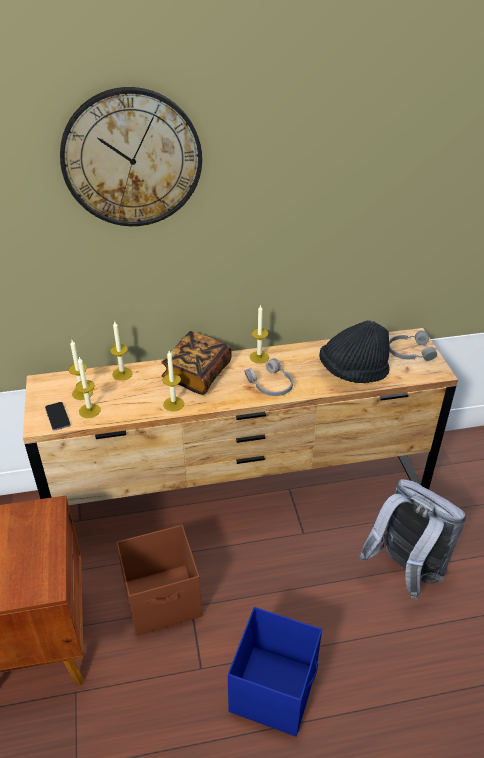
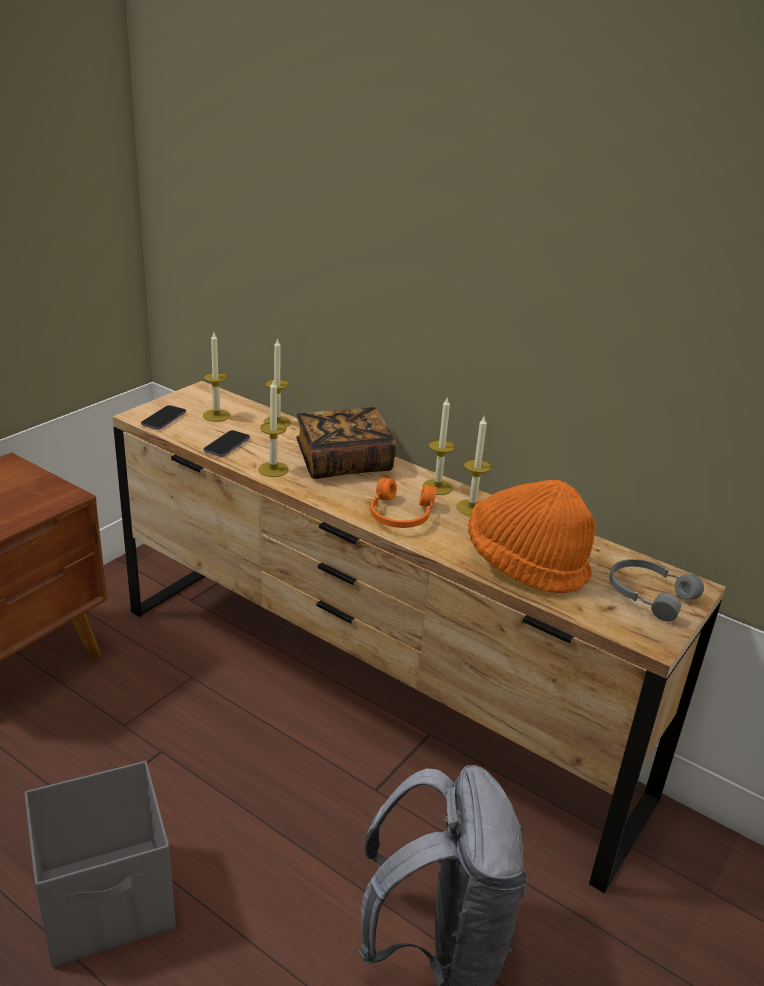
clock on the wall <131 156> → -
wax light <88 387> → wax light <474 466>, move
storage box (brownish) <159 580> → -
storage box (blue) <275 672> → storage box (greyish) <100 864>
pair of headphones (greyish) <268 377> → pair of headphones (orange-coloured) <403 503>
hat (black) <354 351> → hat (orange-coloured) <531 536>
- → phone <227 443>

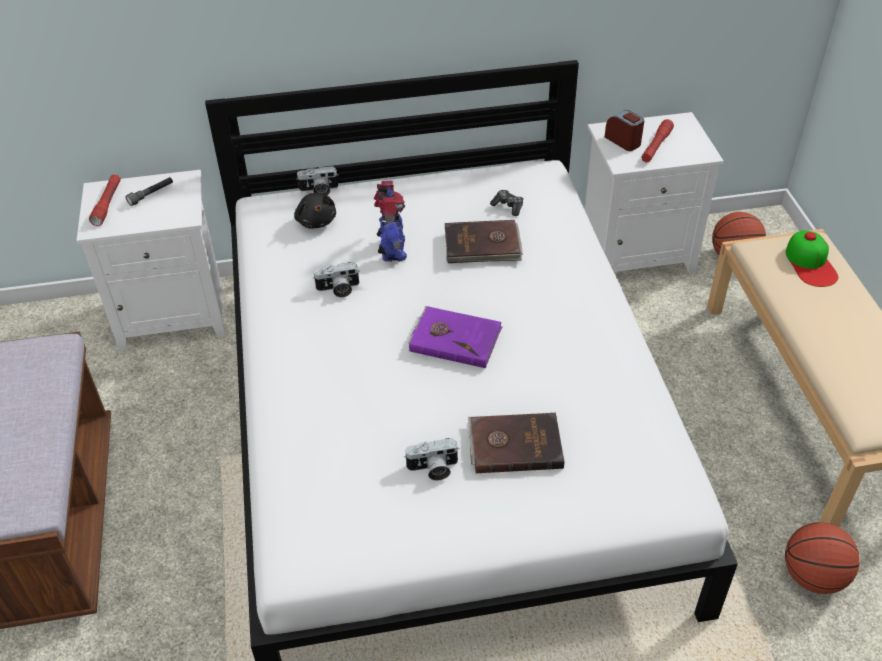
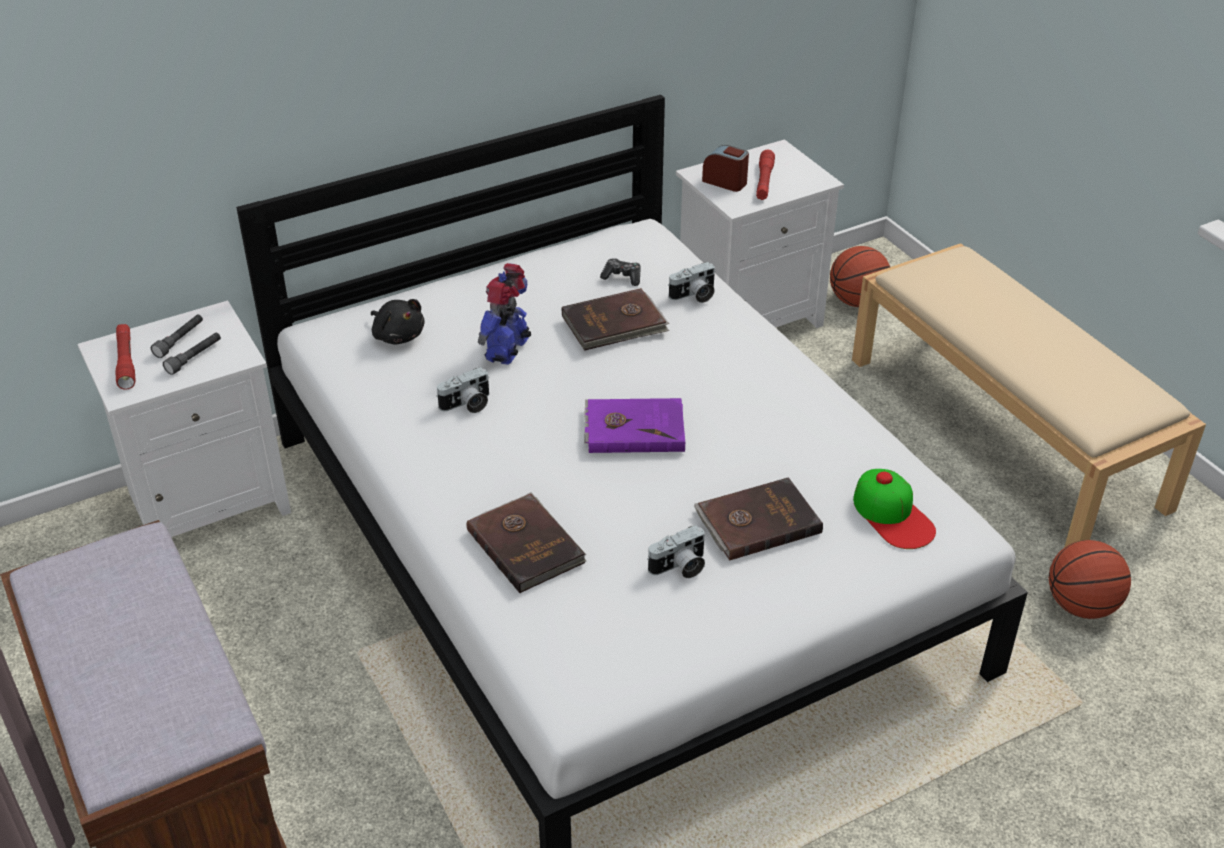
still camera <317 181> → still camera <691 282>, move
model robot <390 221> → model robot <504 314>, 135 degrees counterclockwise
peaked cap <812 258> → peaked cap <894 509>, move
- → hand torch (greyish) <192 354>
- → bound book (brownish) <526 542>

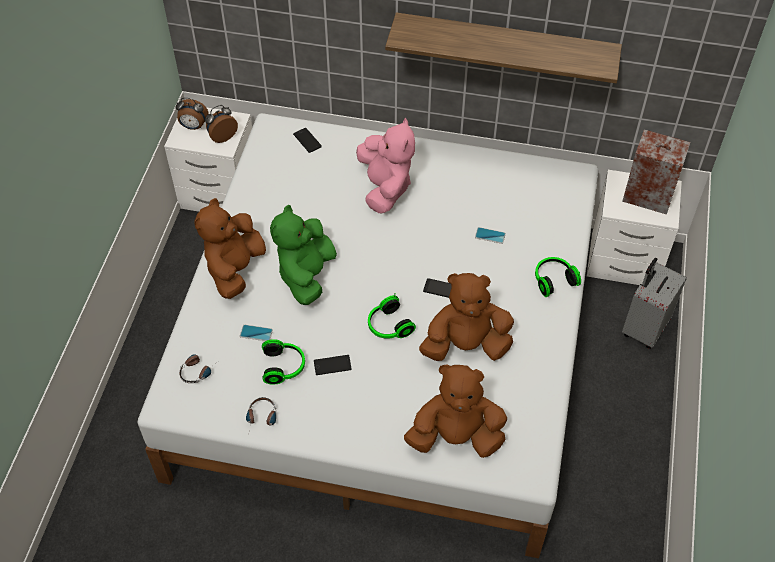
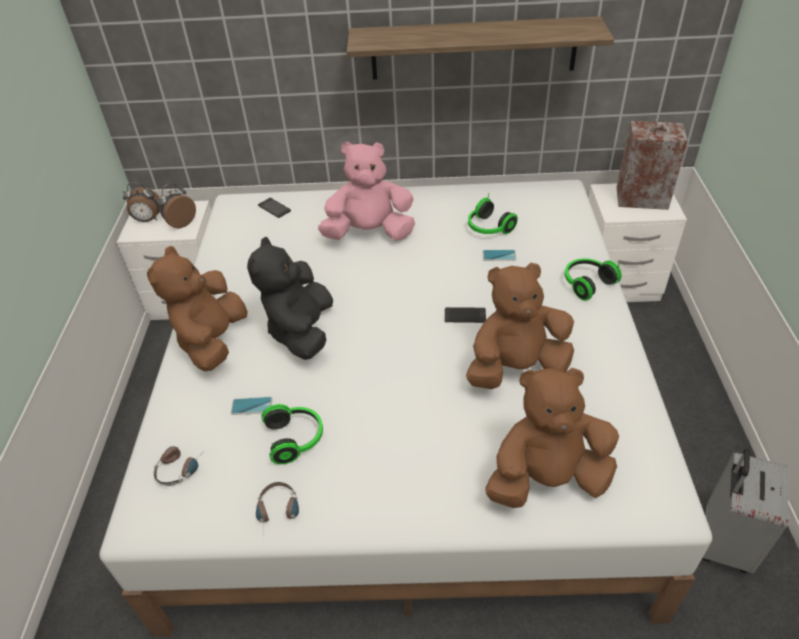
soft toy (greenish) <303 255> → soft toy (black) <290 298>
phone <333 365> → -
soft toy (pink) <385 165> → soft toy (pink) <366 191>, 75 degrees counterclockwise
pair of headphones <392 317> → pair of headphones <493 213>, move
suitcase (greyish) <654 303> → suitcase (greyish) <745 511>, move

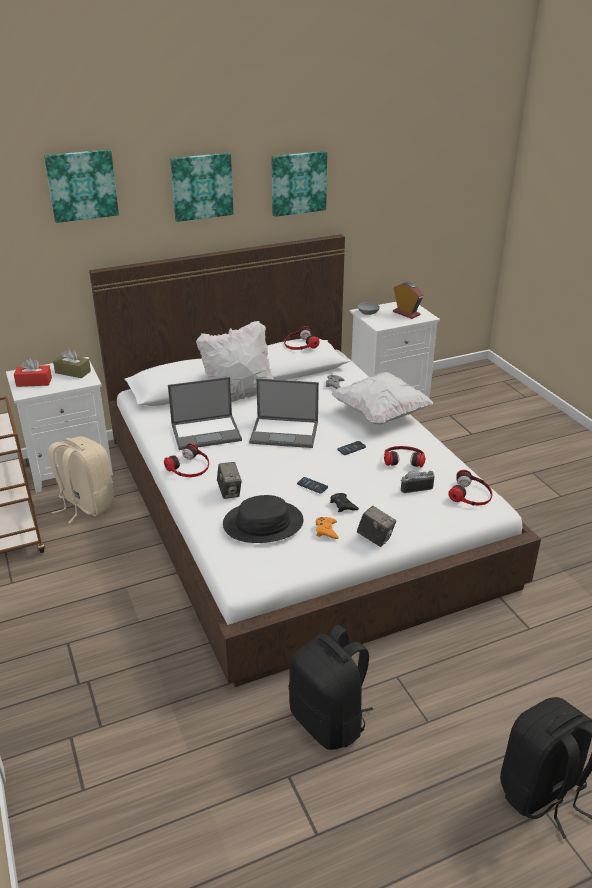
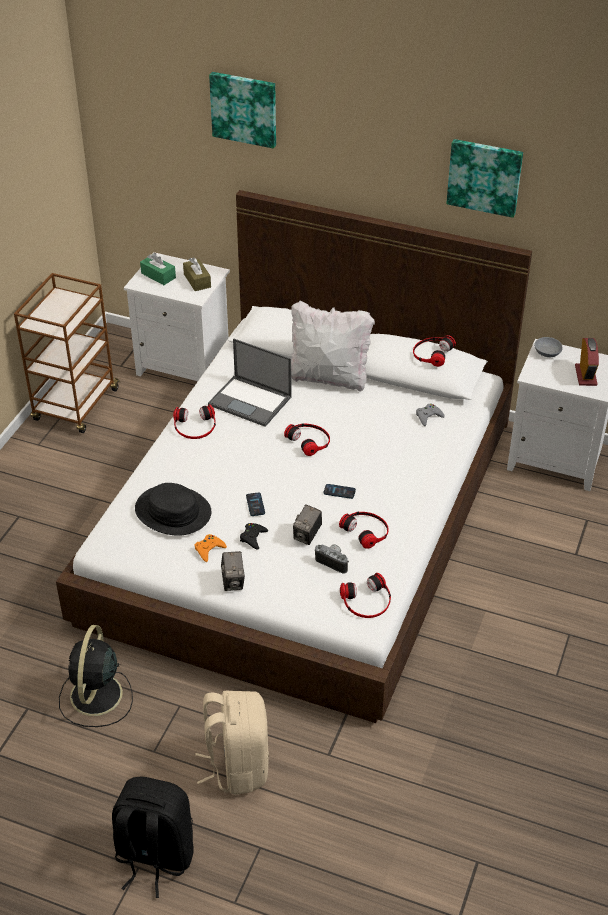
tissue holder (reddish) <33 372> → tissue holder (greenish) <158 269>
backpack (beige) <81 479> → backpack (beige) <232 742>, move
picture <202 187> → -
still camera <229 480> → still camera <307 525>, move
portable computer <284 413> → pair of headphones <307 439>
backpack (black) <331 687> → fan (black) <96 676>
cushion (white-coloured) <382 398> → -

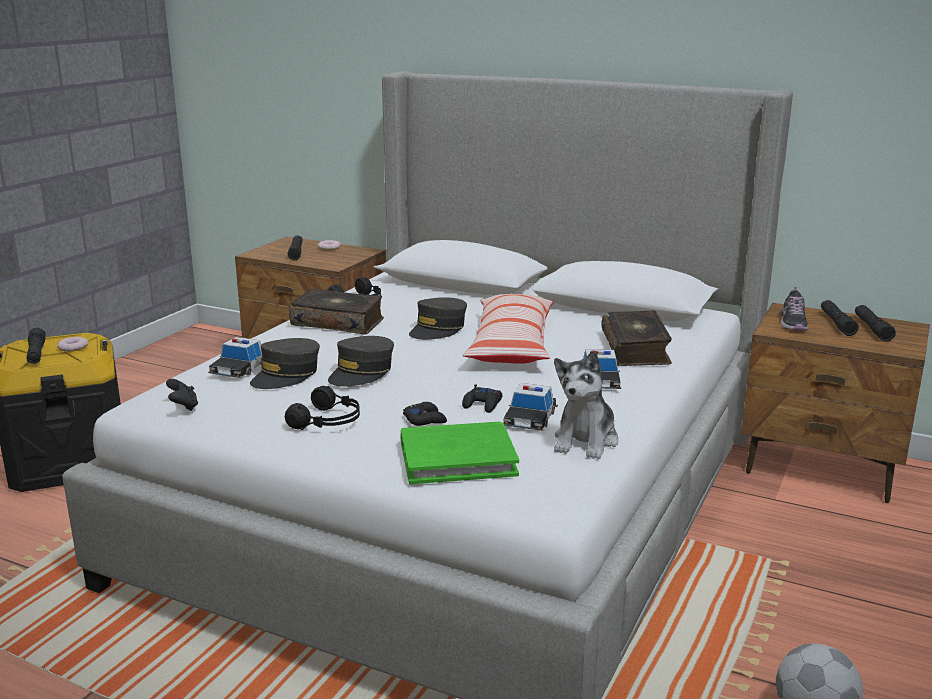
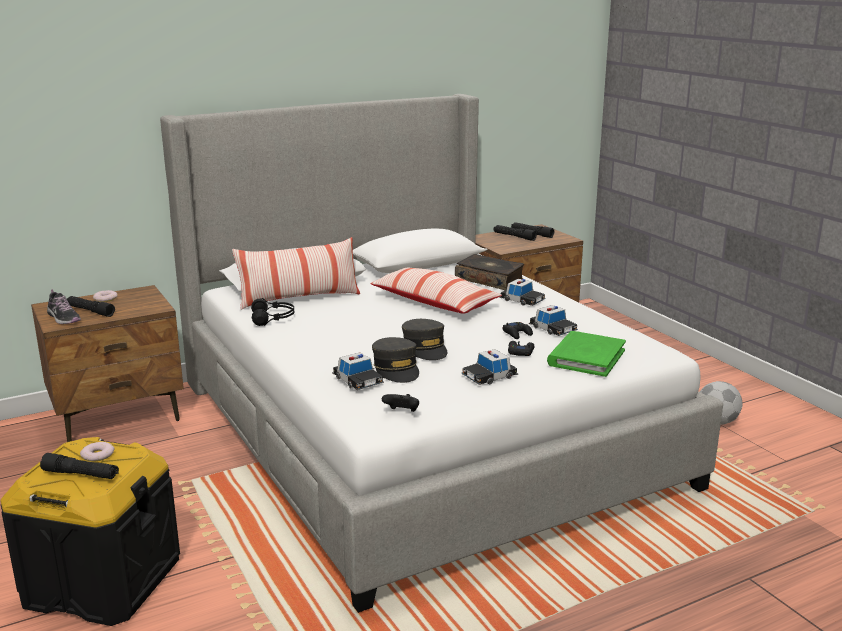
pair of headphones (black) <322 408> → miniature car <490 367>
bound book <336 312> → -
peaked cap (greyish) <438 318> → -
soft toy <586 404> → -
item of footwear <794 308> → item of footwear <64 306>, move
- → cushion <296 273>

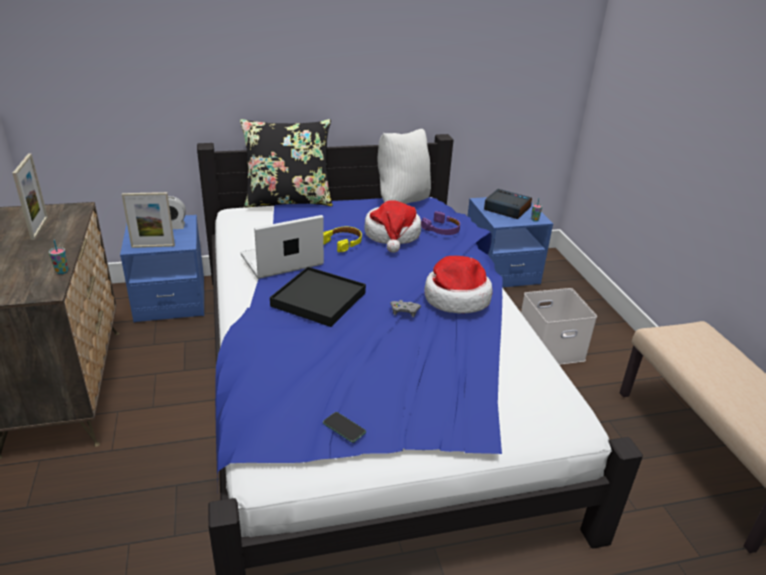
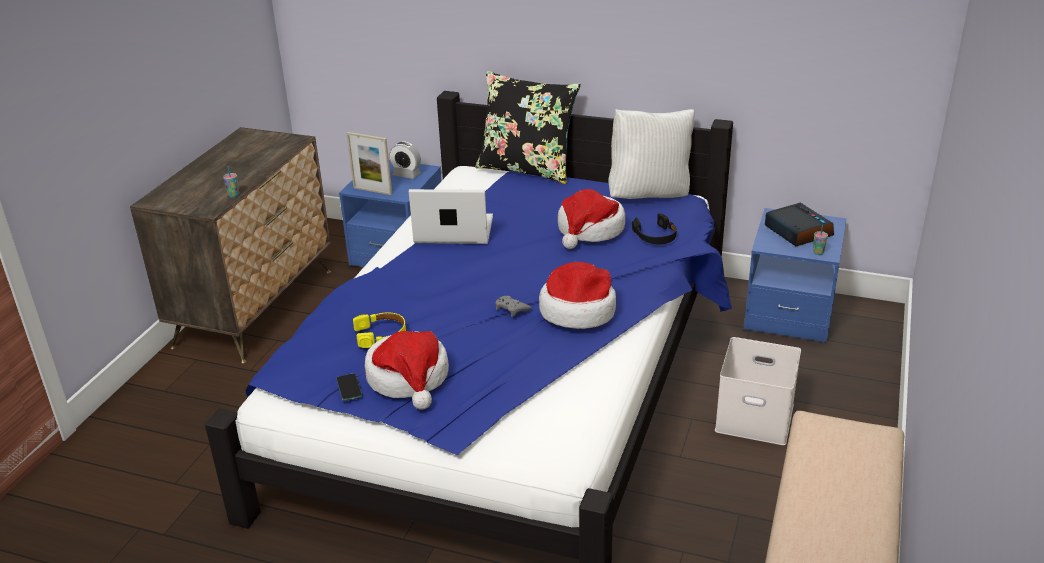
standing frame <30 197> → -
tray (black) <318 297> → -
pair of headphones (yellow-coloured) <343 239> → pair of headphones (yellow-coloured) <379 330>, move
pair of headphones (purple-coloured) <440 223> → pair of headphones (black) <654 229>
- → hat <407 370>

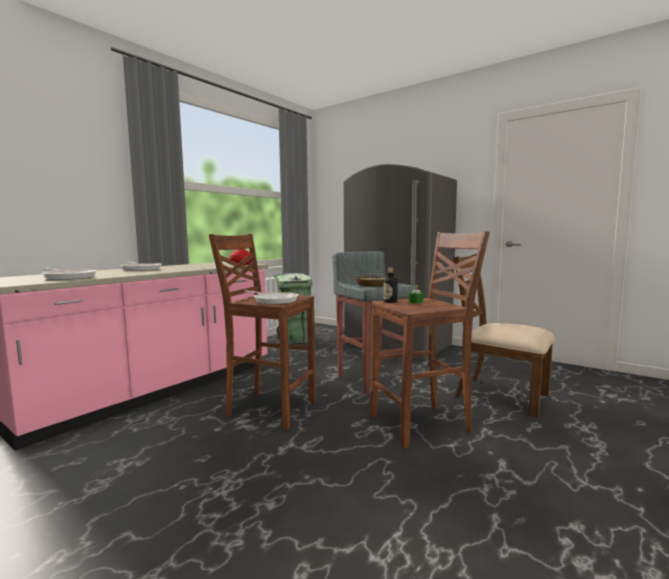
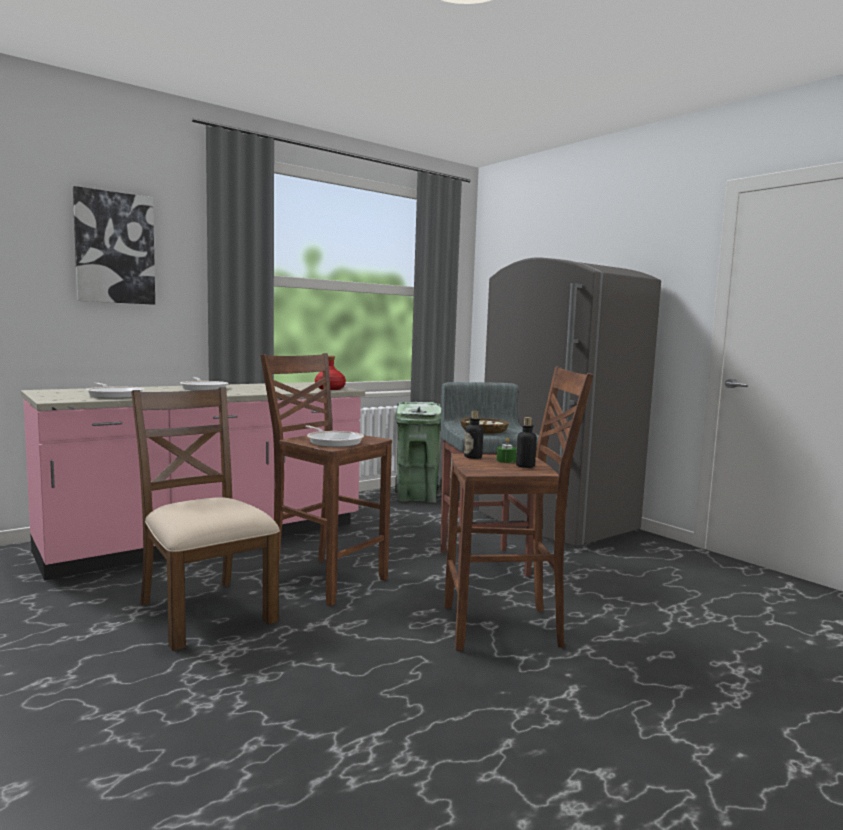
chair (brownish) <504 336> → chair (brownish) <205 519>, move
- → picture <114 245>
- → drink bottle <526 442>

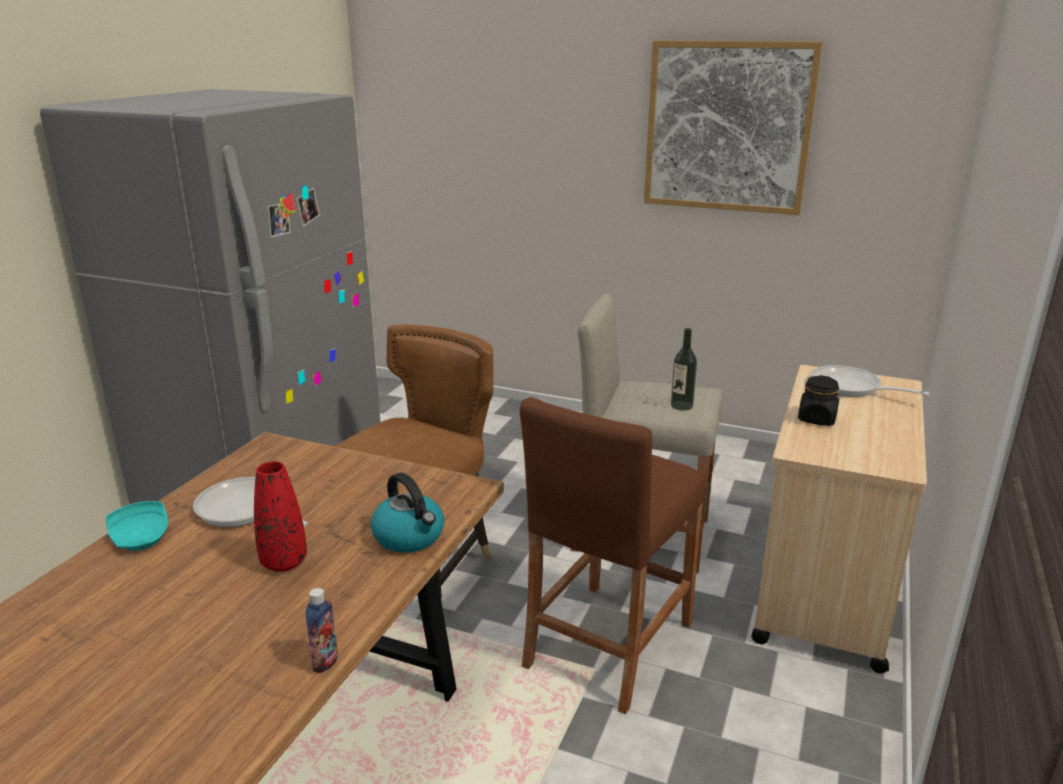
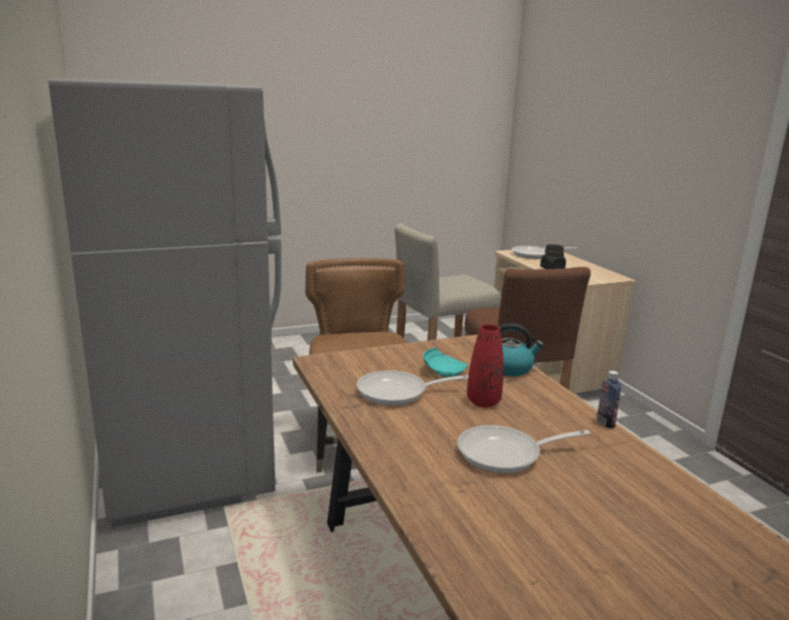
plate (turquoise) <137 526> → plate (turquoise) <445 362>, move
picture <733 127> → -
drink bottle <684 369> → -
- → skillet <523 449>

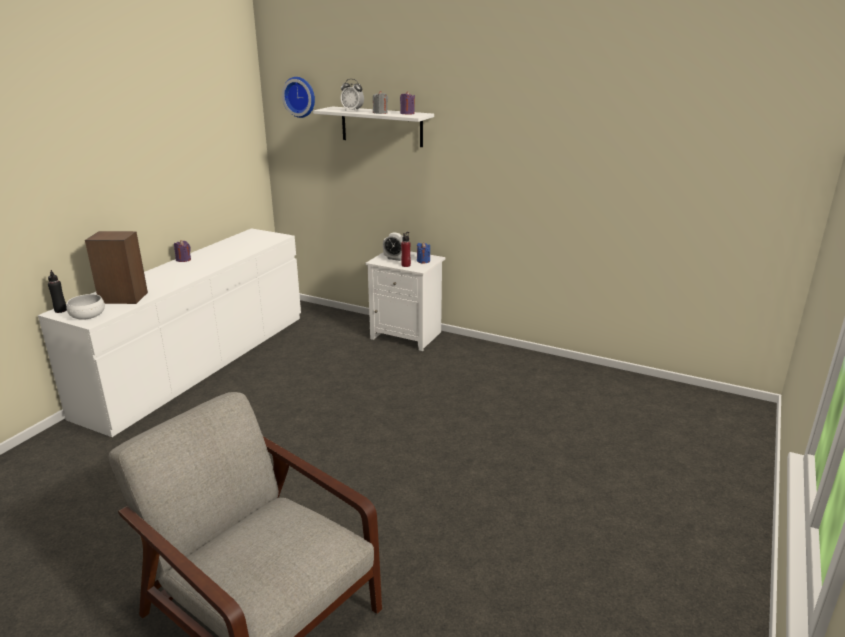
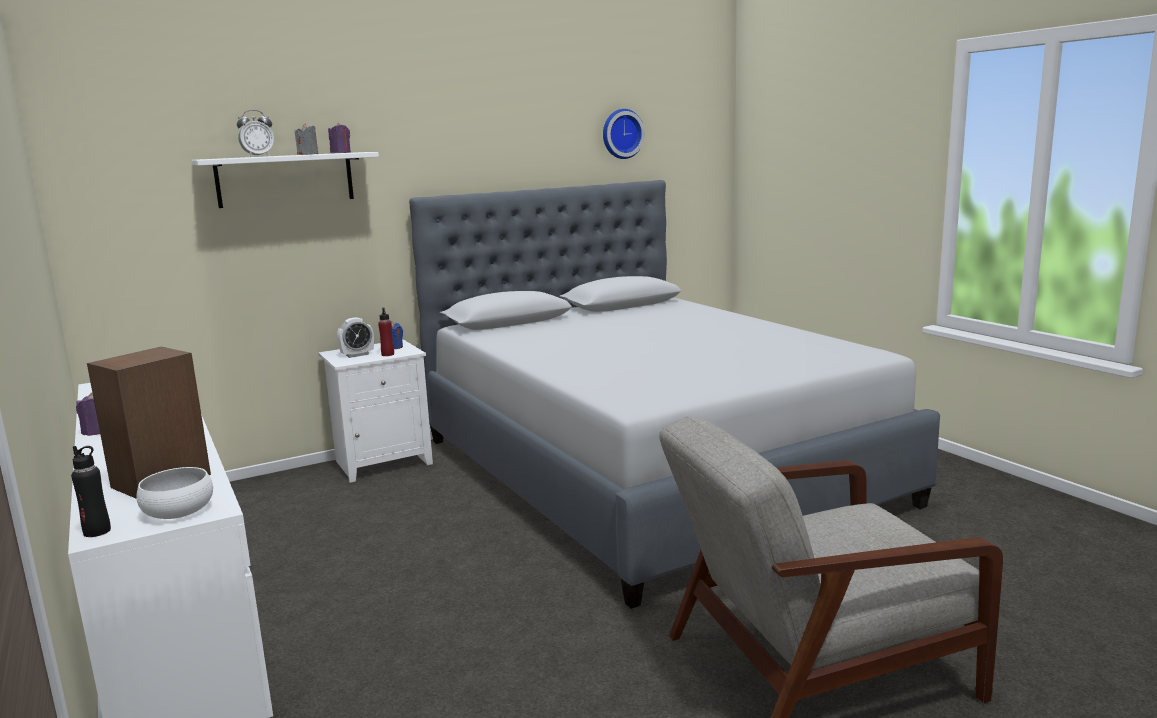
clock on the wall <298 97> → clock on the wall <624 134>, move
- → bed (greyish) <674 394>

